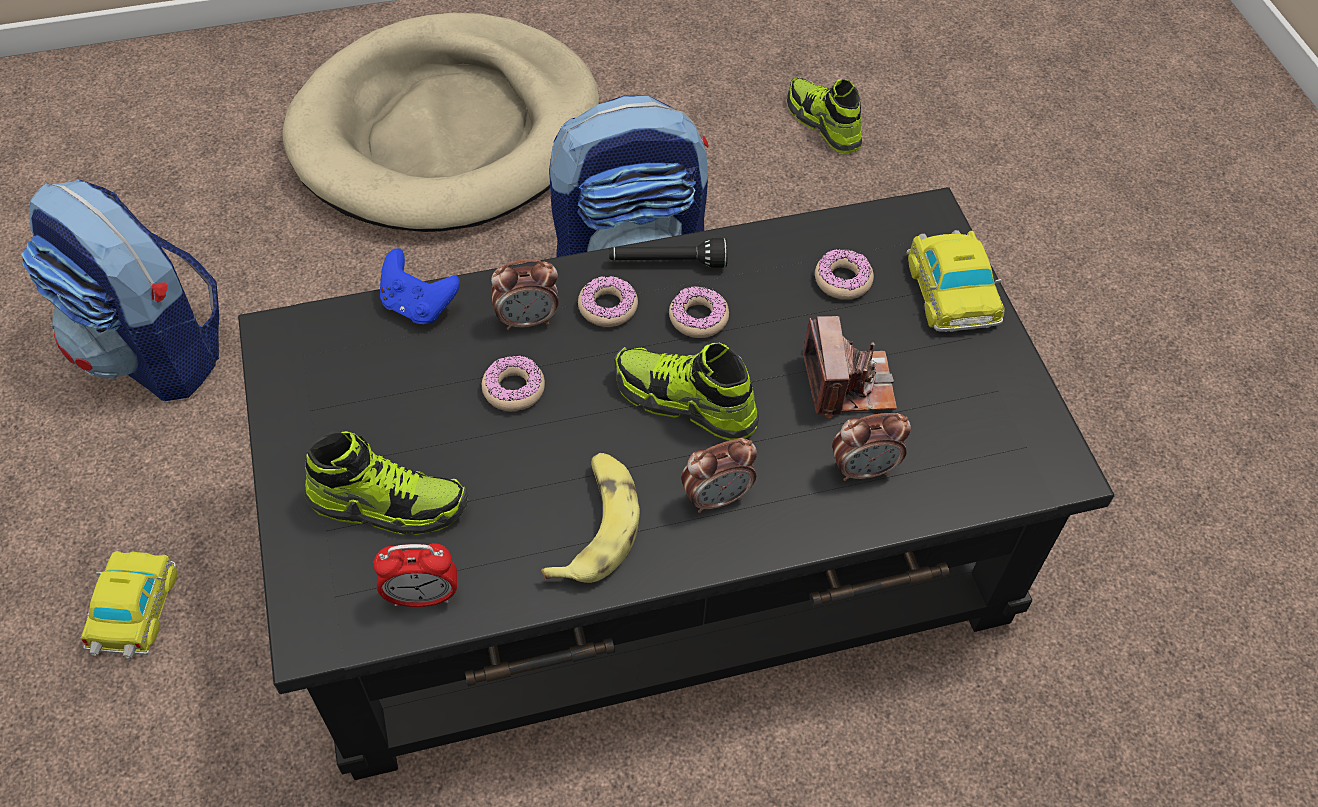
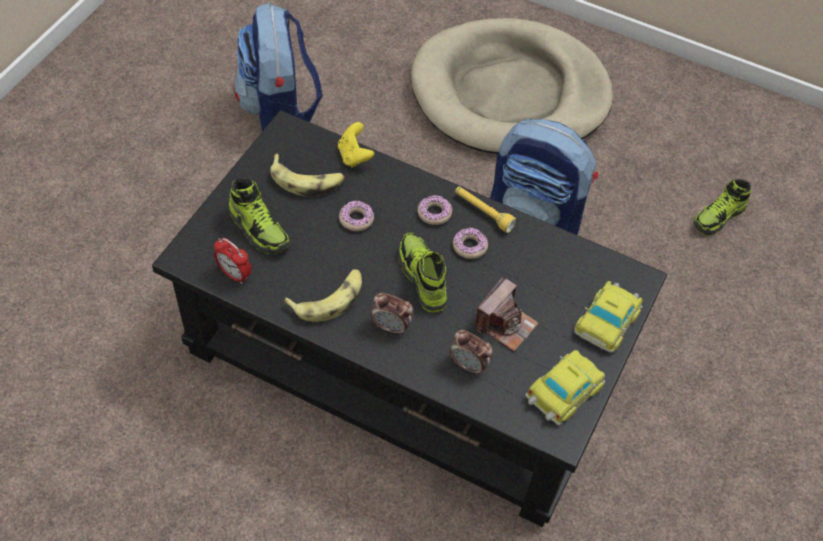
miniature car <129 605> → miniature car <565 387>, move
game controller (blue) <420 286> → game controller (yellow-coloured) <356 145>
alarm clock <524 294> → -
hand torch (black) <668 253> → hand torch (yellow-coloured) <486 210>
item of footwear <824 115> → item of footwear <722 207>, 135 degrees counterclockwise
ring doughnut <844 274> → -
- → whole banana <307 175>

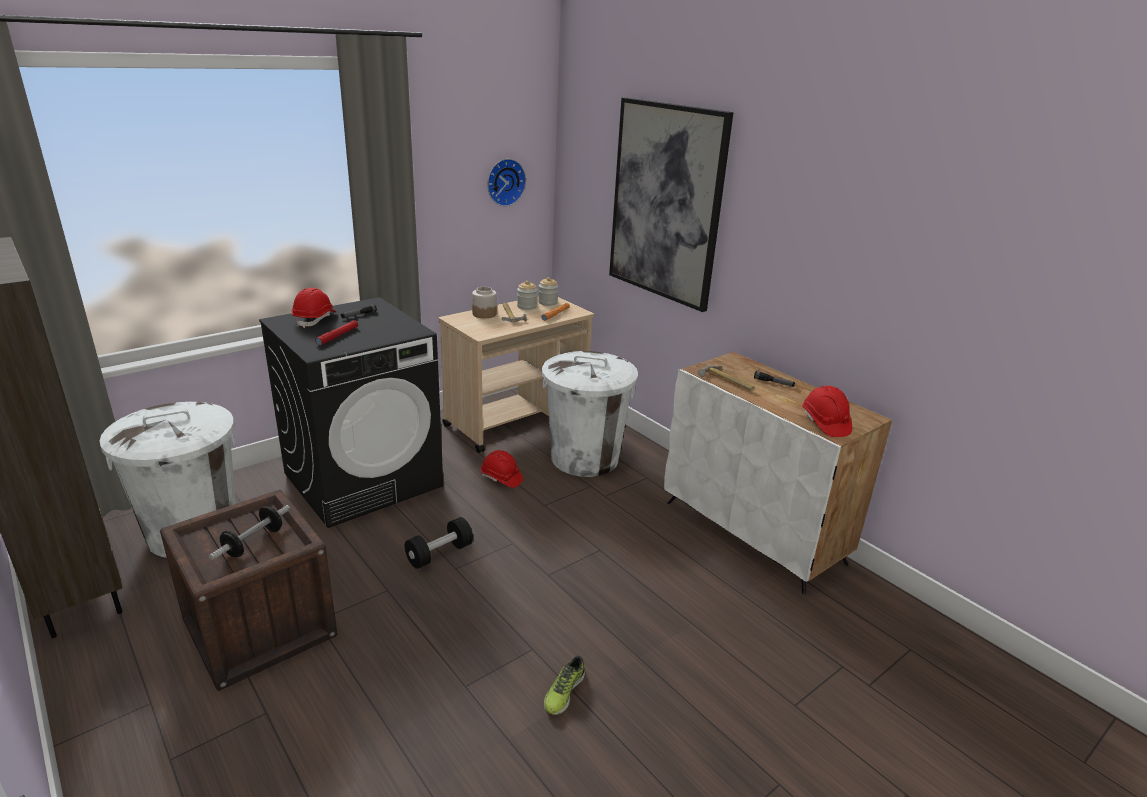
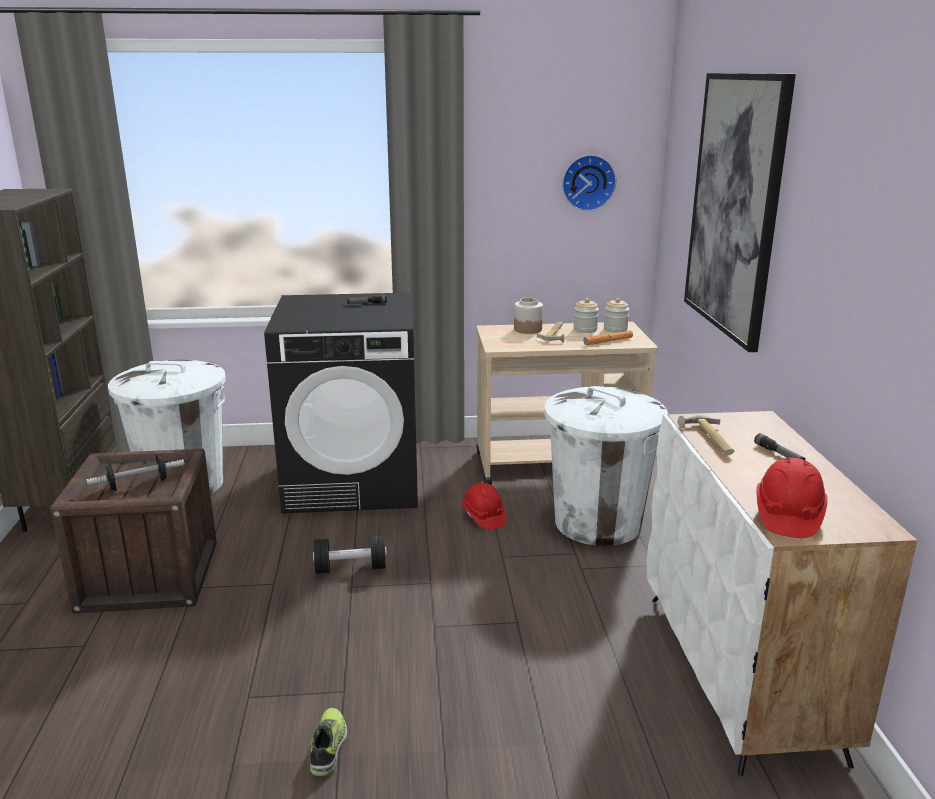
hard hat (reddish) <313 308> → -
hand torch (reddish) <336 333> → -
item of footwear <564 685> → item of footwear <328 742>, 120 degrees clockwise

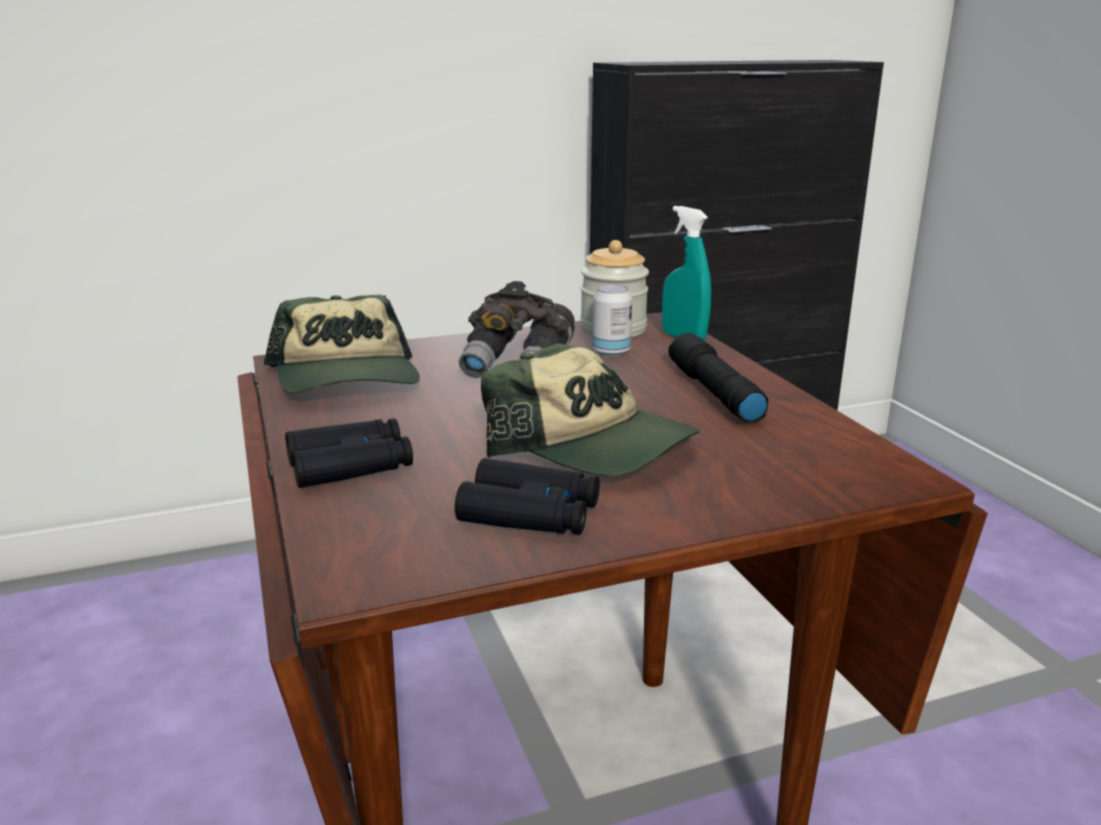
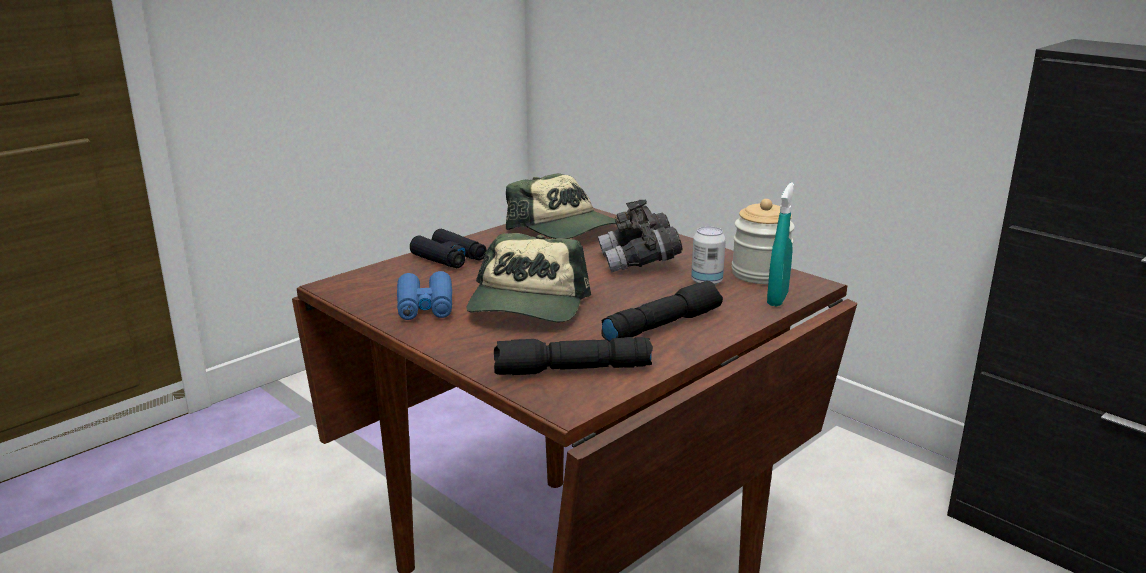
peaked cap <342 344> → peaked cap <561 206>, 90 degrees counterclockwise
binoculars (black) <527 496> → binoculars (blue) <424 295>
- → hand torch (black) <573 356>

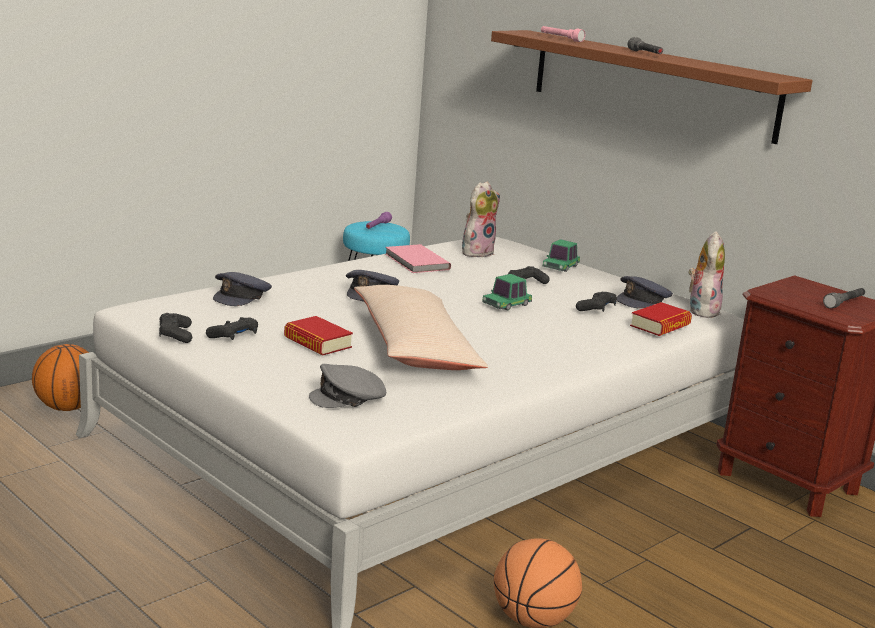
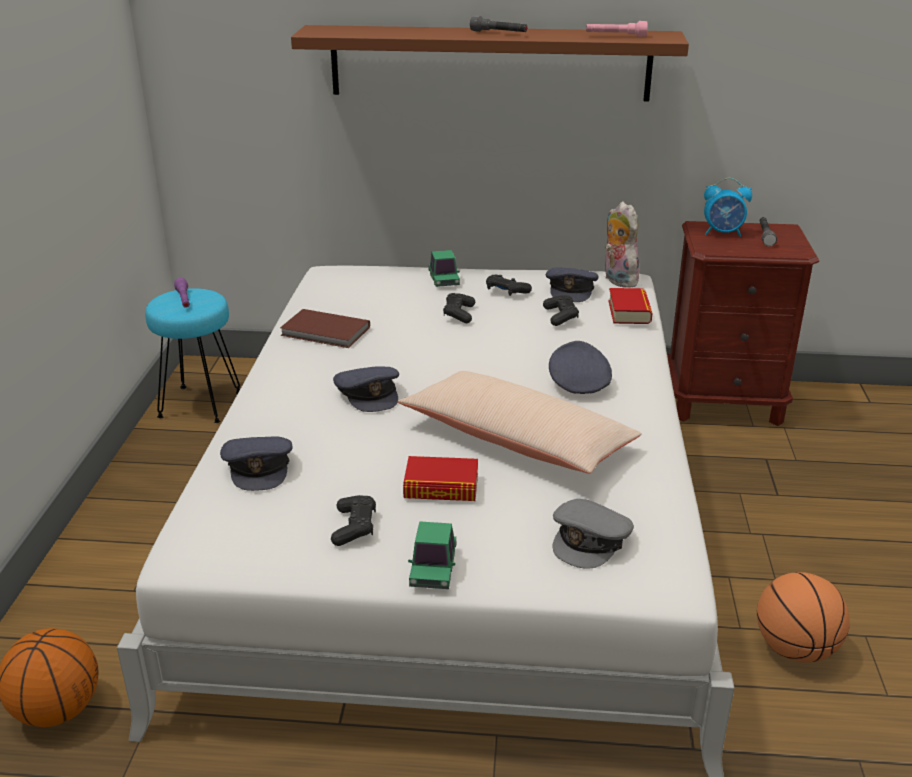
game controller (black) <175 328> → game controller (black) <509 285>, move
bound book (pink) <418 258> → bound book (brownish) <325 328>
soft toy <481 219> → -
miniature car <507 292> → miniature car <432 555>, move
hand torch (pink) <563 34> → hand torch (pink) <616 29>, move
- → peaked cap (greyish) <580 367>
- → alarm clock <728 207>

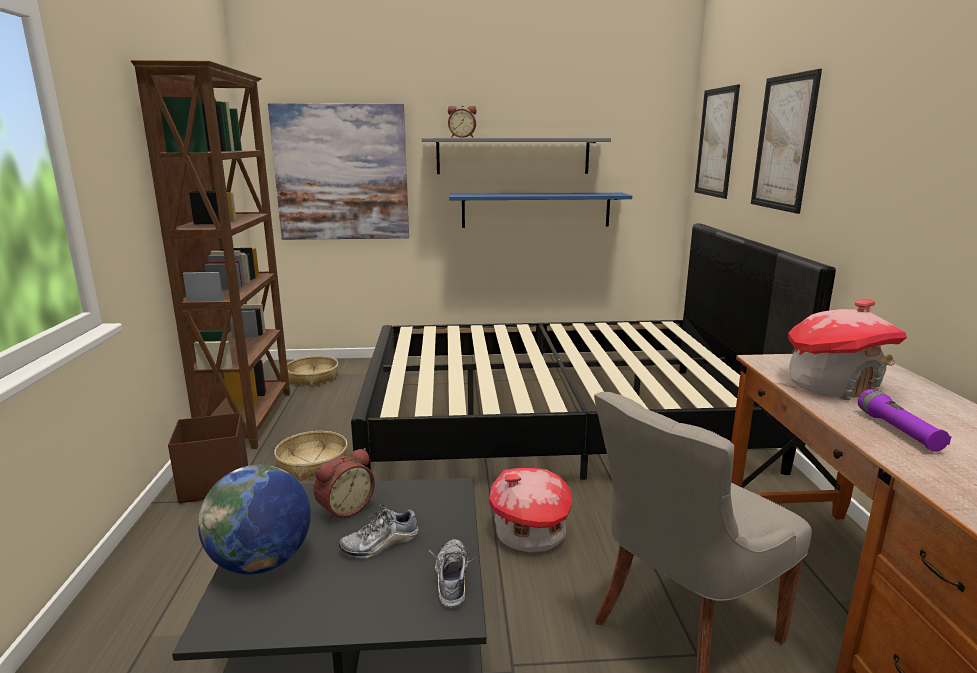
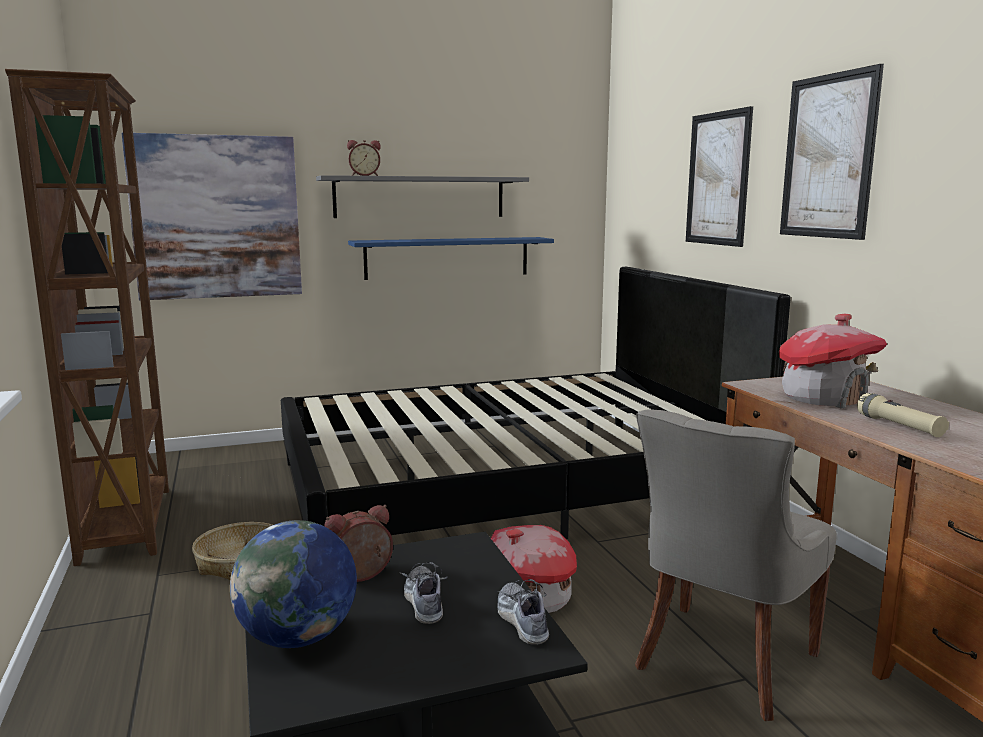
storage box (brownish) <208 457> → -
storage basket <312 371> → -
alarm clock <344 484> → alarm clock <359 543>, 150 degrees counterclockwise
item of footwear <379 532> → item of footwear <424 593>, 120 degrees clockwise
picture <717 141> → picture <832 152>, move
hand torch (purple-coloured) <905 420> → hand torch (beige) <903 415>

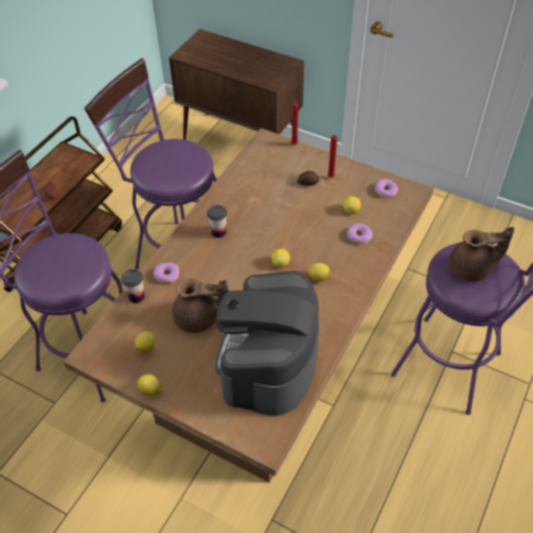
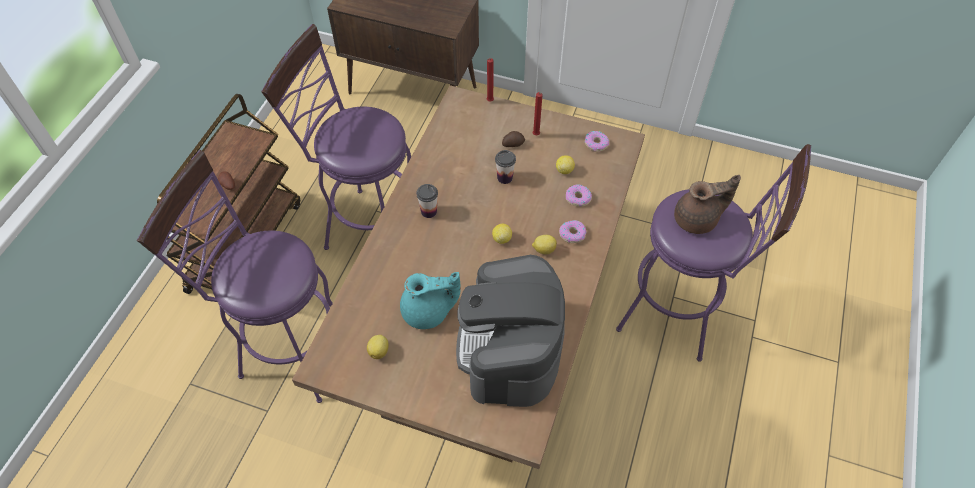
drinking cup <133 286> → drinking cup <505 167>, move
whole lemon <149 385> → -
ring doughnut <166 272> → ring doughnut <573 231>, move
tea pot (brownish) <200 305> → tea pot (turquoise) <430 300>

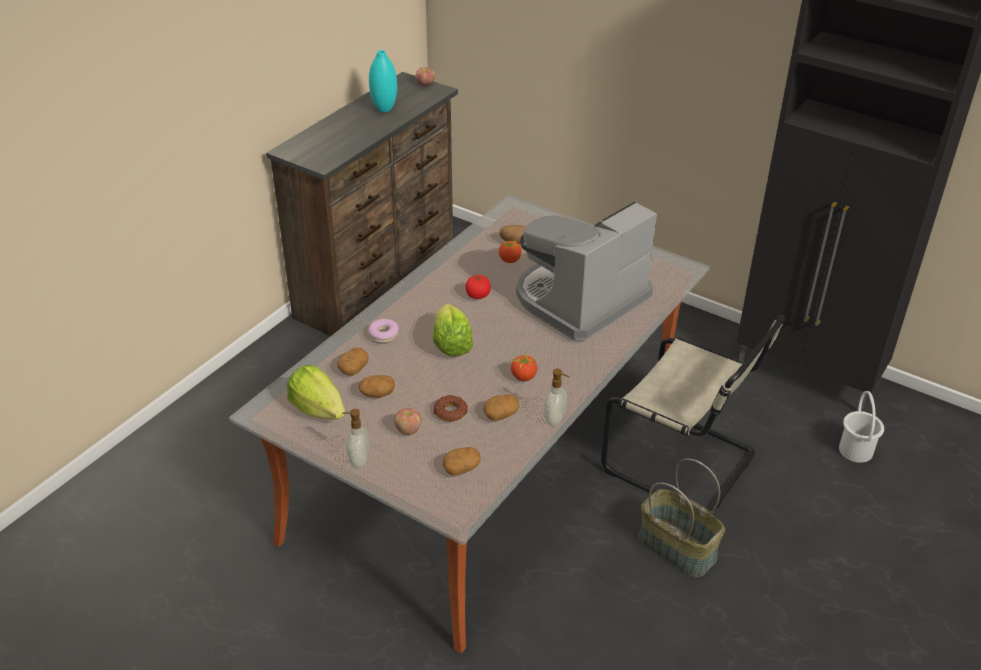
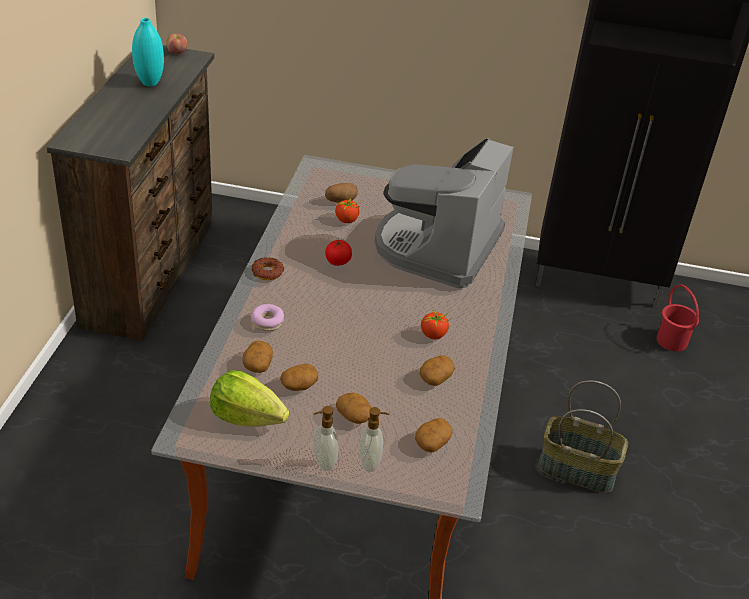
whole apple <407 421> → whole potato <354 408>
head of lettuce <453 330> → -
ring doughnut <450 408> → ring doughnut <267 268>, move
soap bottle <556 397> → soap bottle <374 439>, move
chair (beige) <693 414> → -
water bucket (white-coloured) <861 427> → water bucket (reddish) <678 317>

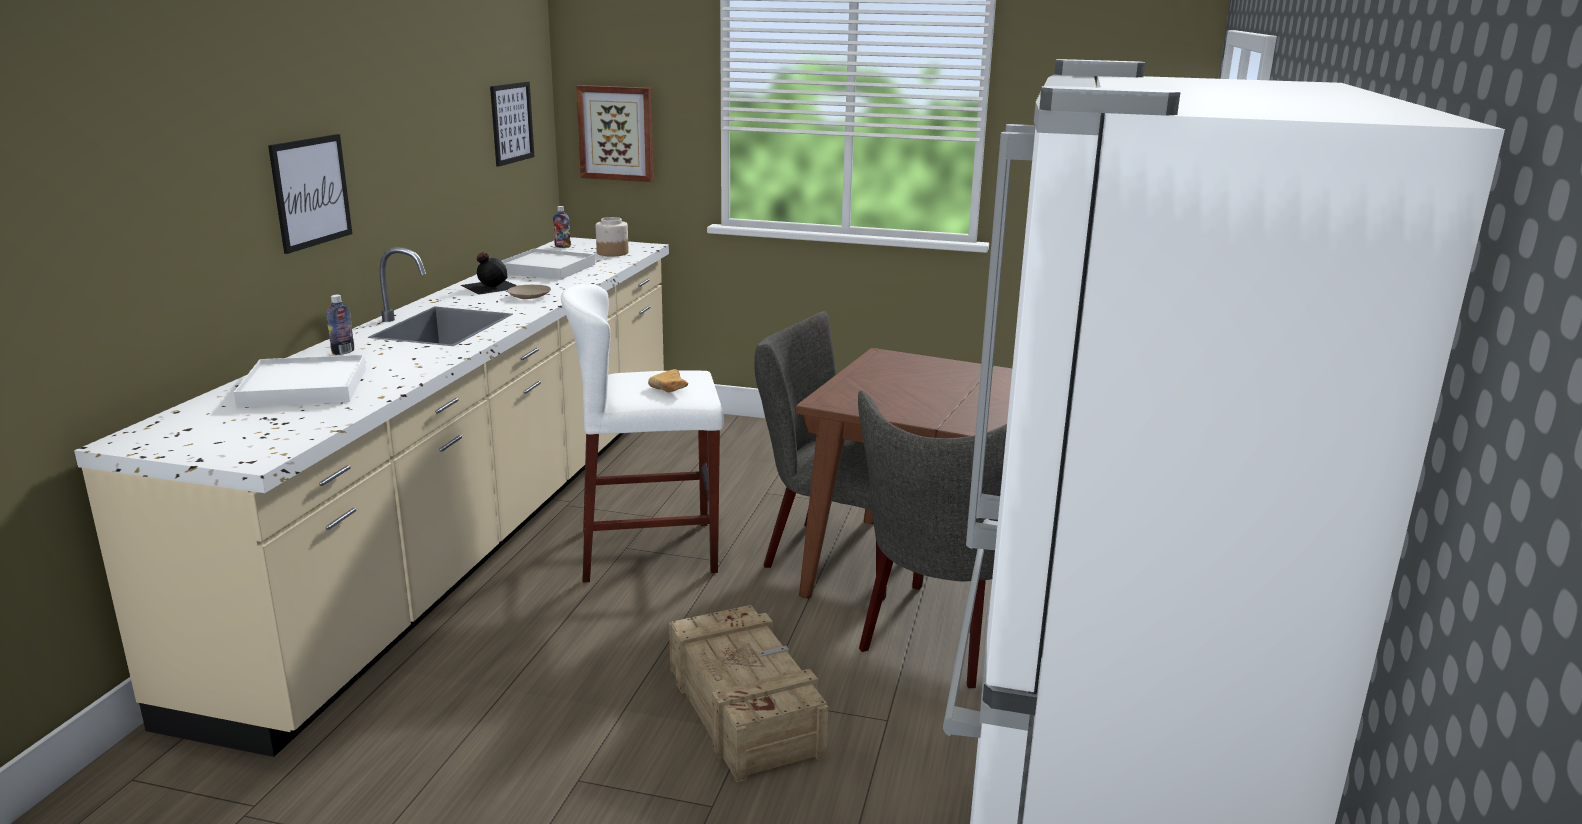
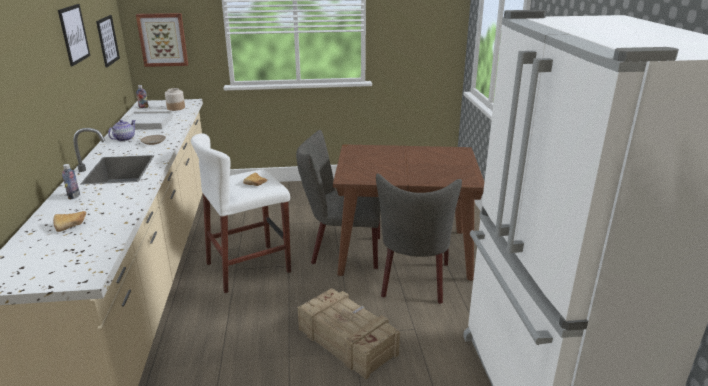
tray (white-coloured) <300 381> → bread <69 221>
picture <310 194> → picture <74 35>, move
drink bottle (black) <489 273> → tea pot <122 130>

